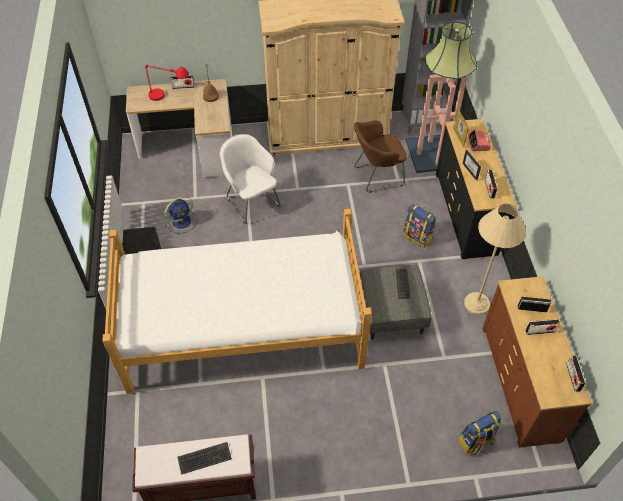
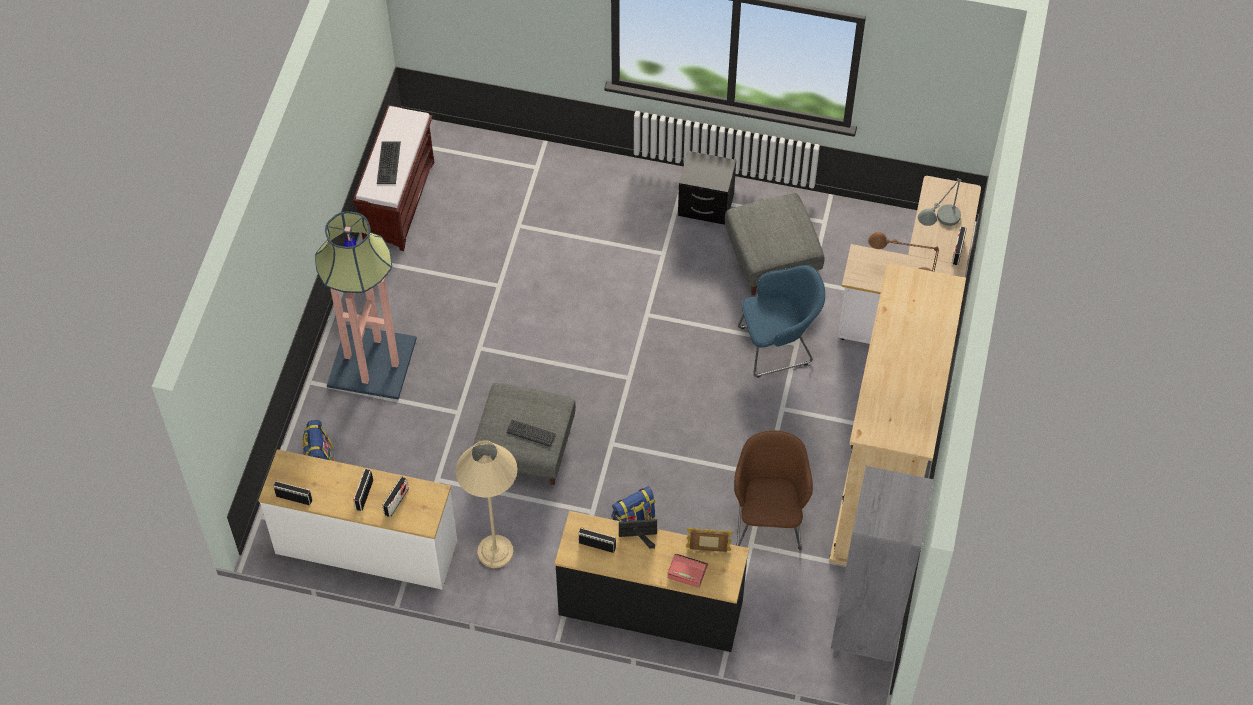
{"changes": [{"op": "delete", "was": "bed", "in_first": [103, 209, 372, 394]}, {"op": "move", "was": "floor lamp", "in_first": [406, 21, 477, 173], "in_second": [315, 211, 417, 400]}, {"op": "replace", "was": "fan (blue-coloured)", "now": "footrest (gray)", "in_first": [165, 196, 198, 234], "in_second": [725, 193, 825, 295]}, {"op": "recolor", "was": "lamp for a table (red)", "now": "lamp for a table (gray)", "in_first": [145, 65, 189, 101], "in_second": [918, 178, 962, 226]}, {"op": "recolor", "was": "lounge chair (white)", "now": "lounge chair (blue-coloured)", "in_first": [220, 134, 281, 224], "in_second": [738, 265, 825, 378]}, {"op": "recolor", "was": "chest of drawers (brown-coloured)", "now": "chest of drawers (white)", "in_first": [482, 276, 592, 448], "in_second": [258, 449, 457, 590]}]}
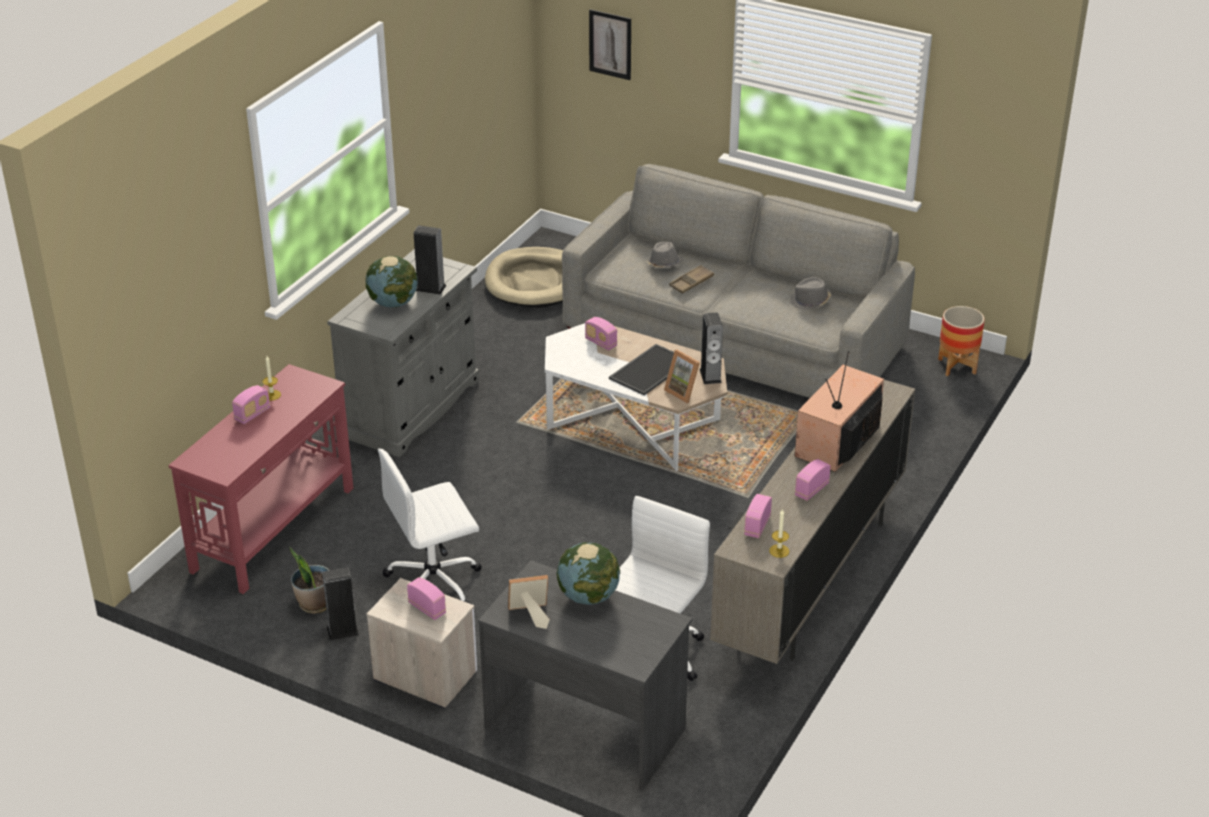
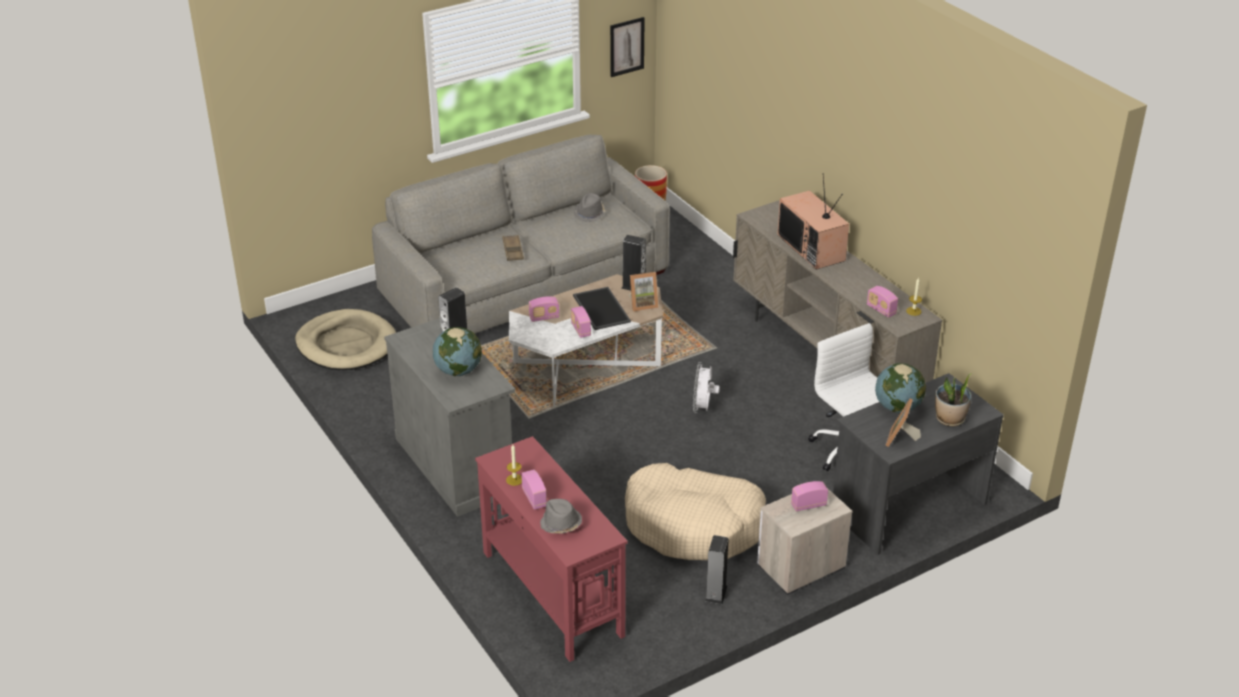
{"changes": [{"op": "insert", "now": "fan (white)", "in_second": [693, 362, 720, 413]}, {"op": "move", "was": "plant in a pot", "in_first": [289, 547, 330, 614], "in_second": [935, 374, 971, 426]}, {"op": "move", "was": "wall art", "in_first": [589, 9, 631, 80], "in_second": [610, 17, 645, 77]}, {"op": "move", "was": "hat (gray)", "in_first": [646, 242, 683, 268], "in_second": [540, 499, 582, 534]}, {"op": "move", "was": "radio receiver", "in_first": [795, 459, 831, 501], "in_second": [571, 306, 591, 338]}, {"op": "replace", "was": "office chair (white)", "now": "dog cushion (sand-coloured)", "in_first": [378, 448, 482, 604], "in_second": [625, 463, 766, 560]}]}
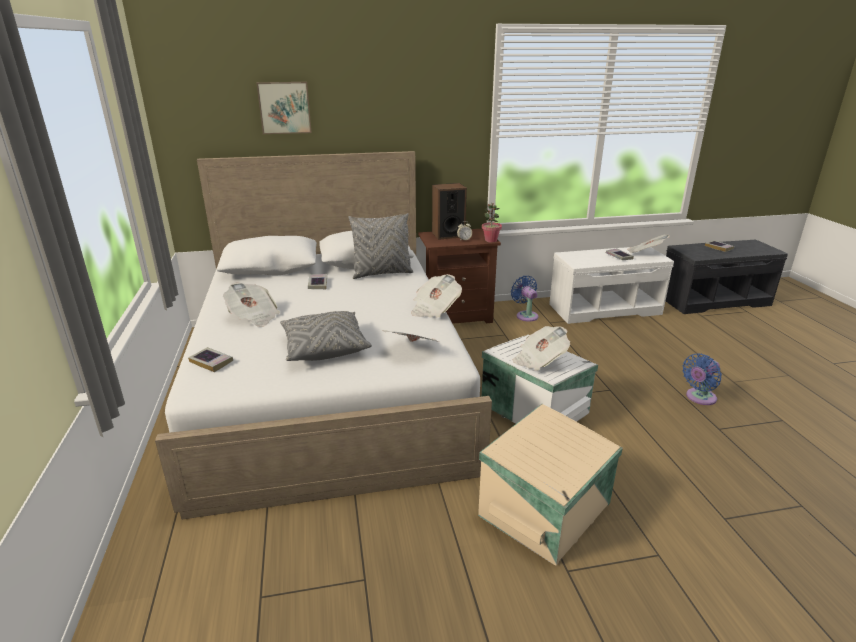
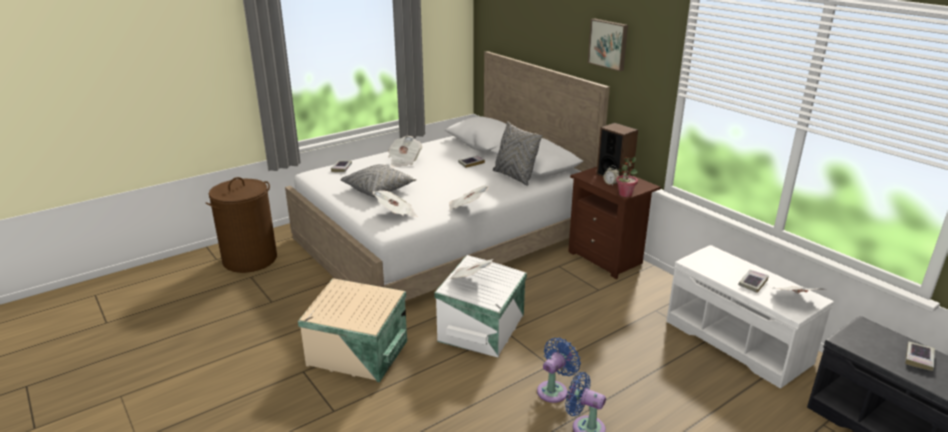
{"changes": [{"op": "insert", "now": "washing basket (brown-coloured)", "in_second": [205, 177, 277, 273]}, {"op": "move", "was": "wall art", "in_first": [257, 82, 312, 134], "in_second": [588, 19, 628, 71]}, {"op": "move", "was": "fan (blue-coloured)", "in_first": [511, 276, 538, 322], "in_second": [537, 338, 581, 403]}]}
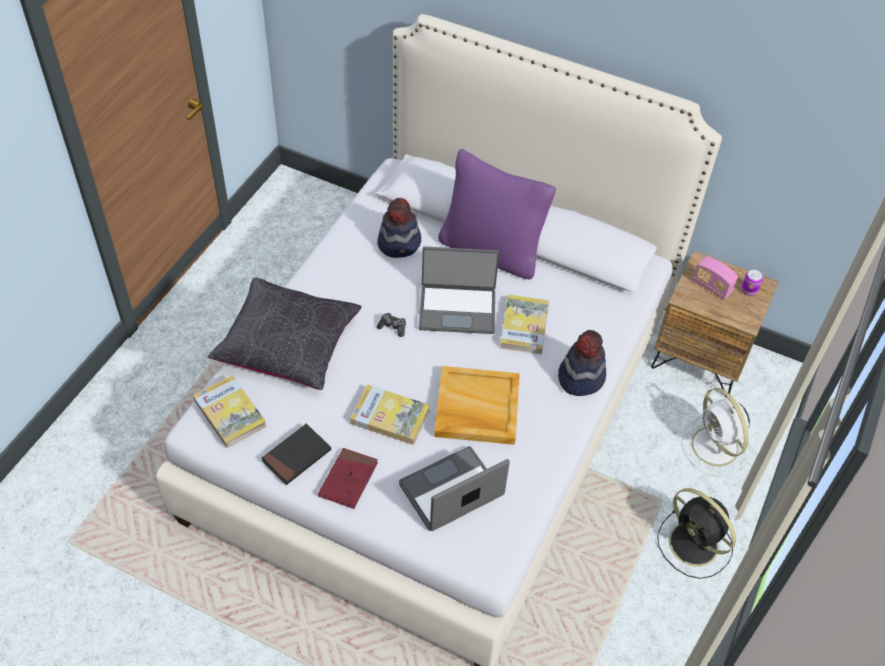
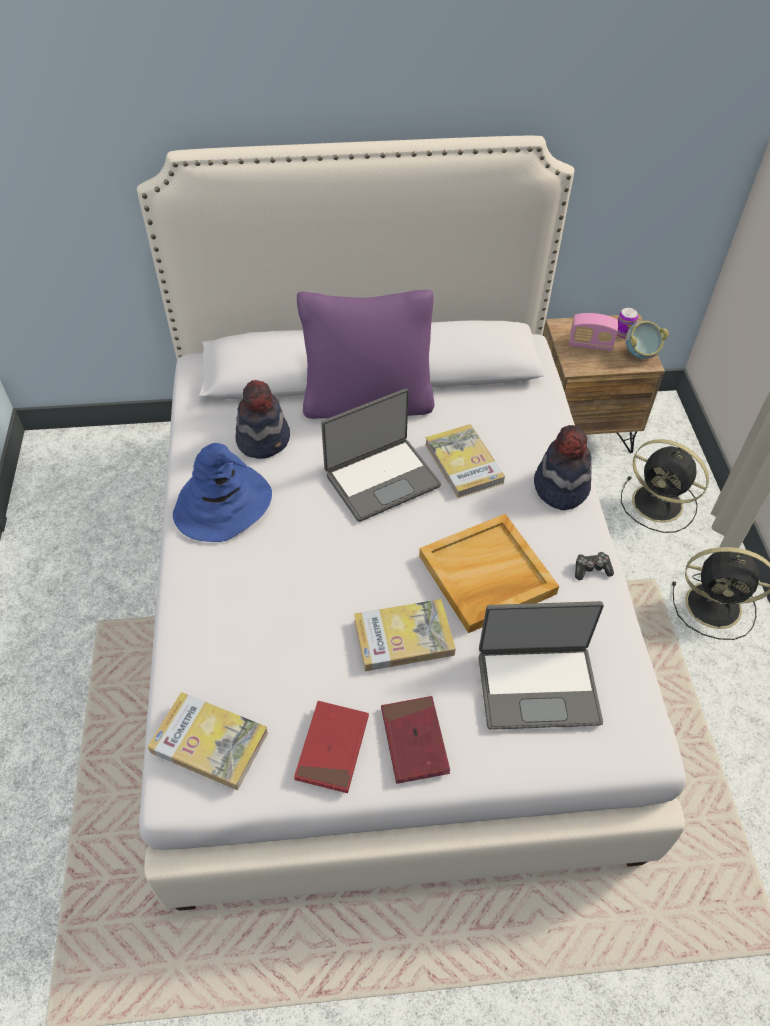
{"changes": [{"op": "delete", "was": "cushion (black)", "in_first": [208, 278, 362, 390]}, {"op": "insert", "now": "hat (blue-coloured)", "in_second": [173, 443, 272, 542]}, {"op": "insert", "now": "deep dish", "in_second": [625, 321, 669, 359]}, {"op": "move", "was": "game controller", "in_first": [377, 313, 406, 337], "in_second": [575, 552, 614, 580]}, {"op": "recolor", "was": "volume (black)", "now": "volume (red)", "in_first": [262, 424, 331, 485], "in_second": [294, 701, 369, 793]}, {"op": "recolor", "was": "fan (white)", "now": "fan (black)", "in_first": [681, 388, 752, 477], "in_second": [621, 439, 709, 533]}, {"op": "rotate", "was": "notebook computer", "in_first": [399, 446, 510, 531], "in_second": [479, 601, 604, 730], "clockwise": -120}]}
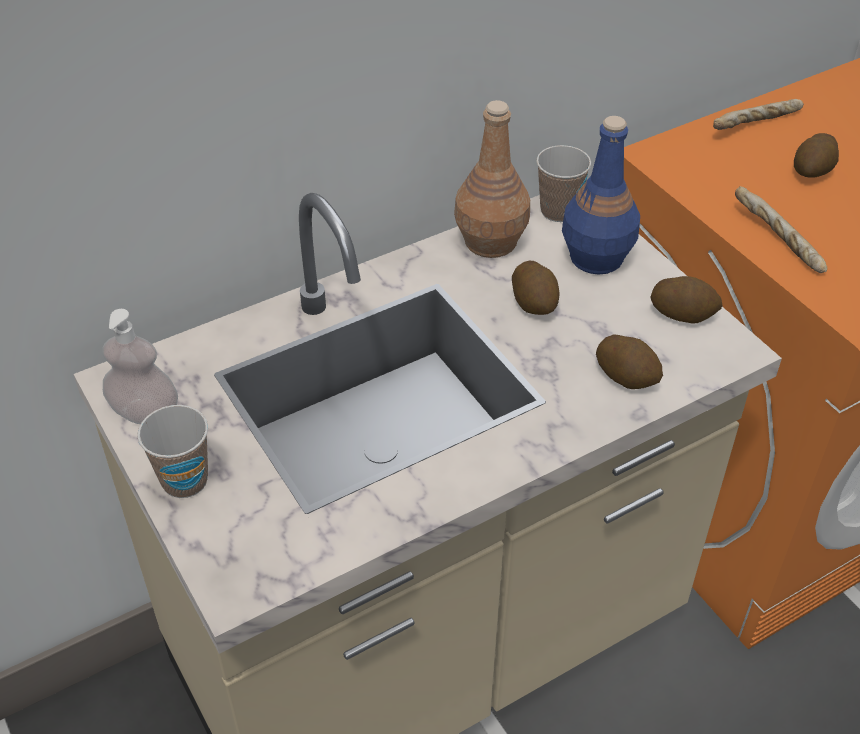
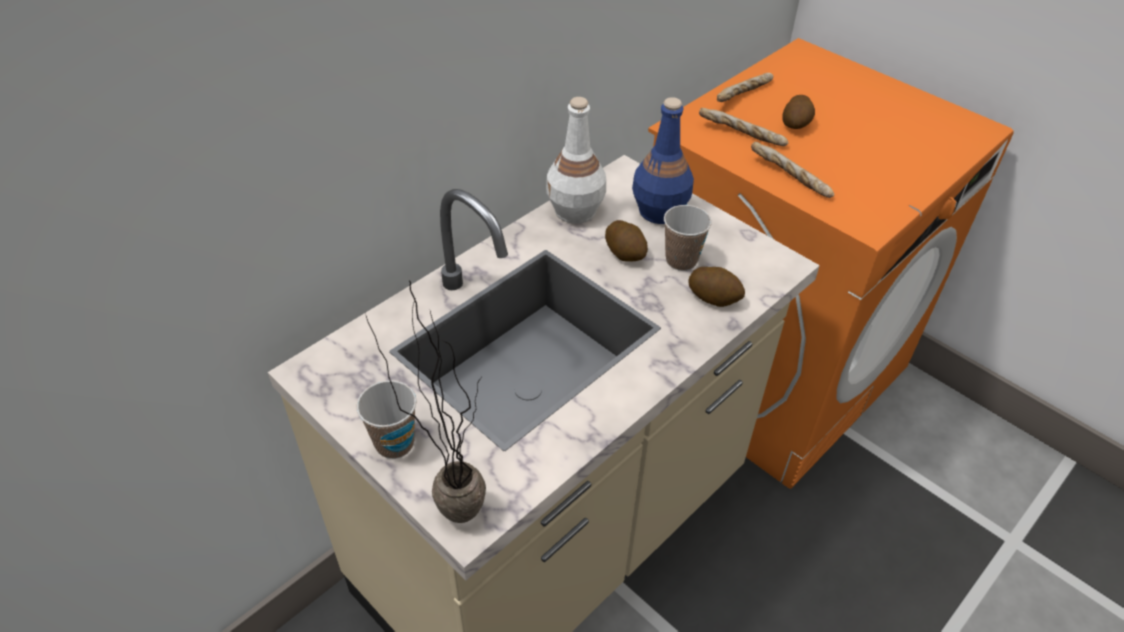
{"changes": [{"op": "delete", "was": "liquid soap bottle", "in_first": [102, 309, 178, 424]}, {"op": "delete", "was": "potato", "in_first": [650, 276, 723, 324]}, {"op": "insert", "now": "plant in a pot", "in_second": [365, 281, 486, 523]}, {"op": "insert", "now": "baked bread", "in_second": [699, 108, 789, 146]}, {"op": "move", "was": "small cup", "in_first": [537, 145, 591, 222], "in_second": [664, 205, 712, 271]}, {"op": "recolor", "was": "beverage bottle (brown-coloured)", "now": "beverage bottle (white)", "in_first": [454, 100, 530, 258], "in_second": [546, 97, 606, 224]}]}
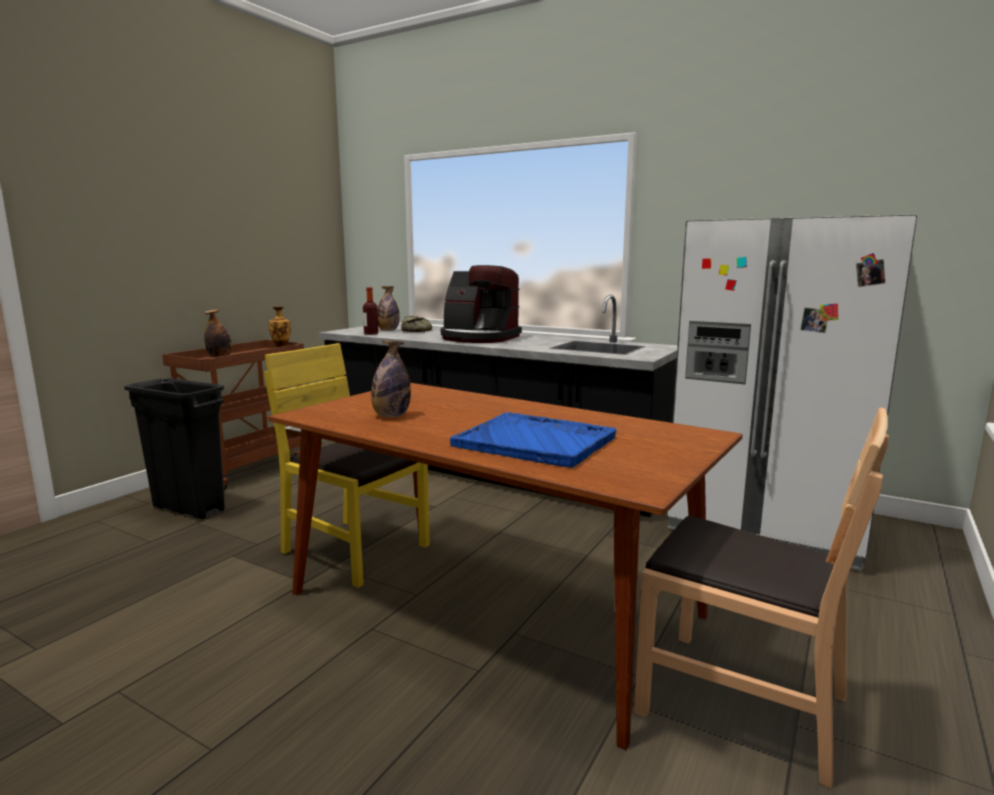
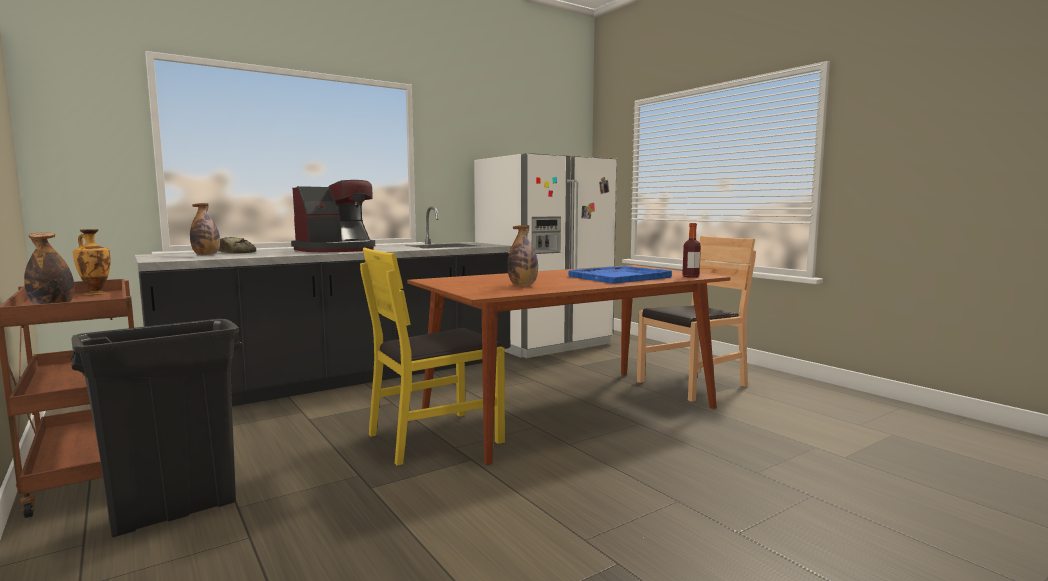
{"changes": [{"op": "move", "was": "beverage bottle", "in_first": [363, 287, 379, 335], "in_second": [682, 223, 701, 278]}]}
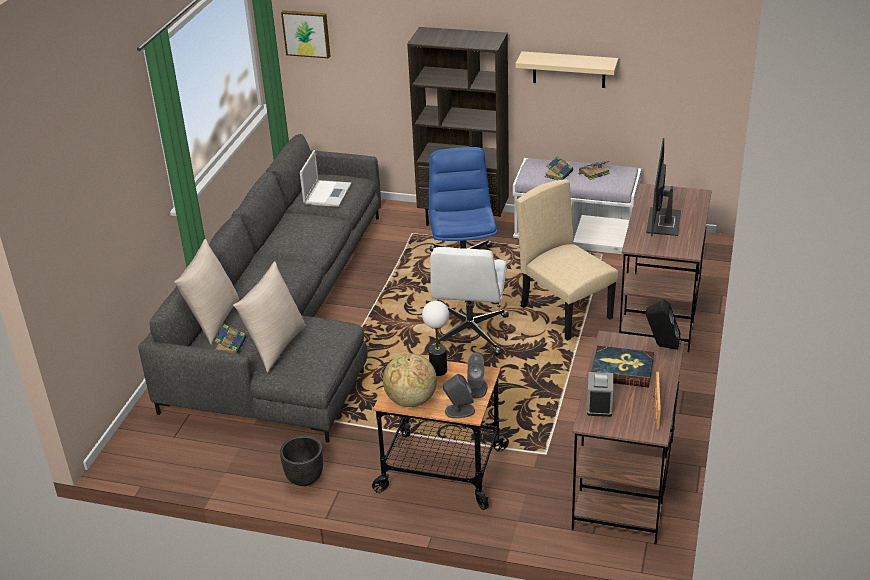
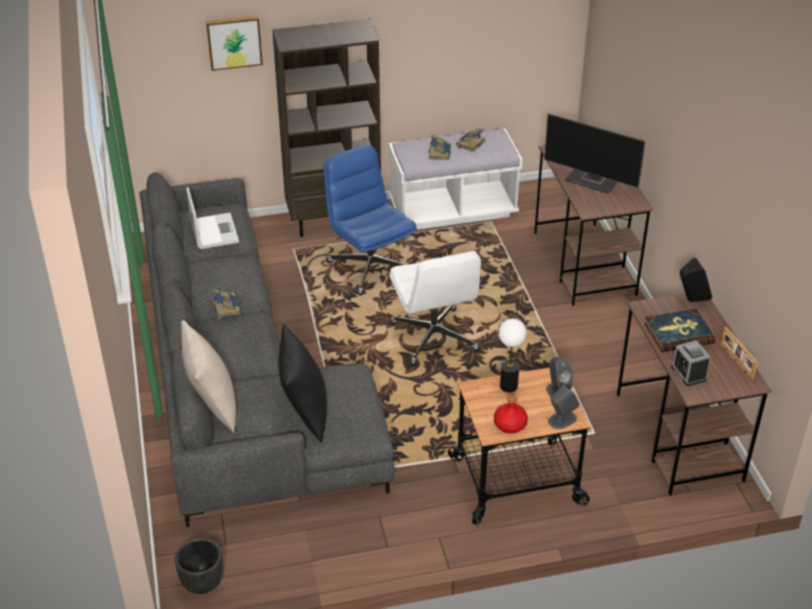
{"changes": [{"op": "delete", "was": "wall shelf (sand-coloured)", "in_first": [515, 51, 619, 88]}, {"op": "delete", "was": "upright chair (sand-coloured)", "in_first": [516, 179, 618, 341]}, {"op": "move", "was": "volume", "in_first": [215, 324, 246, 354], "in_second": [213, 289, 241, 319]}, {"op": "move", "was": "plant pot (black)", "in_first": [280, 436, 323, 486], "in_second": [175, 538, 223, 594]}, {"op": "move", "was": "wall art", "in_first": [281, 10, 330, 58], "in_second": [206, 16, 263, 71]}, {"op": "replace", "was": "world globe", "now": "beverage bottle (red)", "in_first": [383, 353, 437, 407], "in_second": [494, 396, 528, 433]}, {"op": "recolor", "was": "cushion (sand-coloured)", "now": "cushion (black)", "in_first": [233, 262, 306, 372], "in_second": [278, 324, 327, 443]}, {"op": "rotate", "was": "computer screen", "in_first": [646, 138, 681, 237], "in_second": [544, 114, 645, 194], "clockwise": -45}]}
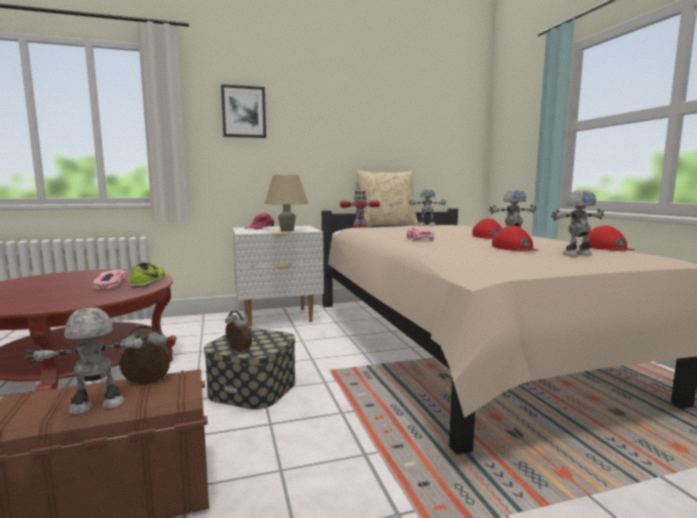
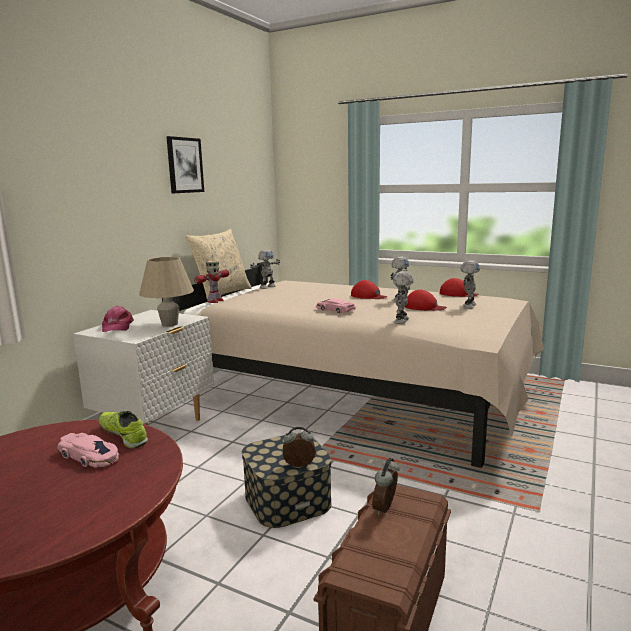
{"changes": [{"op": "move", "was": "robot figure", "in_first": [25, 308, 150, 415], "in_second": [393, 271, 414, 324]}, {"op": "move", "was": "wall art", "in_first": [221, 84, 266, 138], "in_second": [166, 136, 204, 193]}]}
